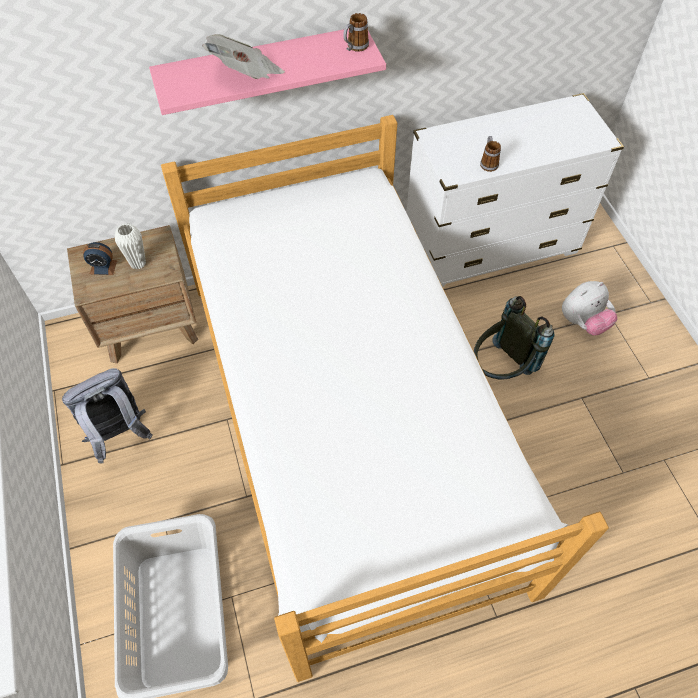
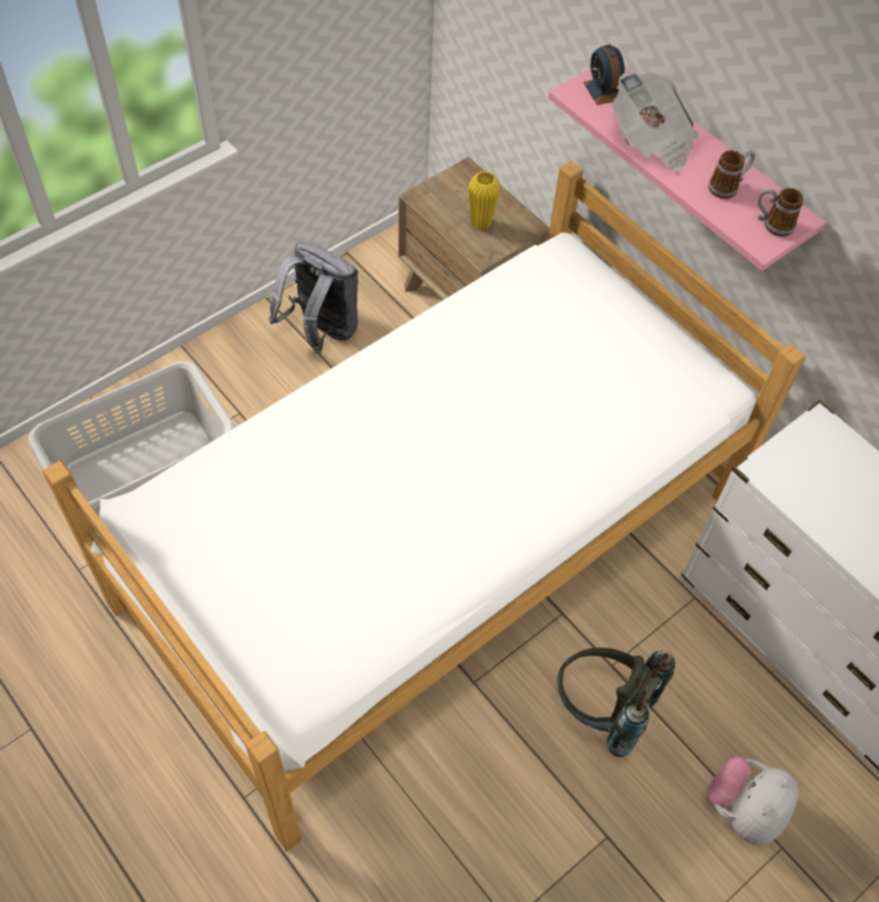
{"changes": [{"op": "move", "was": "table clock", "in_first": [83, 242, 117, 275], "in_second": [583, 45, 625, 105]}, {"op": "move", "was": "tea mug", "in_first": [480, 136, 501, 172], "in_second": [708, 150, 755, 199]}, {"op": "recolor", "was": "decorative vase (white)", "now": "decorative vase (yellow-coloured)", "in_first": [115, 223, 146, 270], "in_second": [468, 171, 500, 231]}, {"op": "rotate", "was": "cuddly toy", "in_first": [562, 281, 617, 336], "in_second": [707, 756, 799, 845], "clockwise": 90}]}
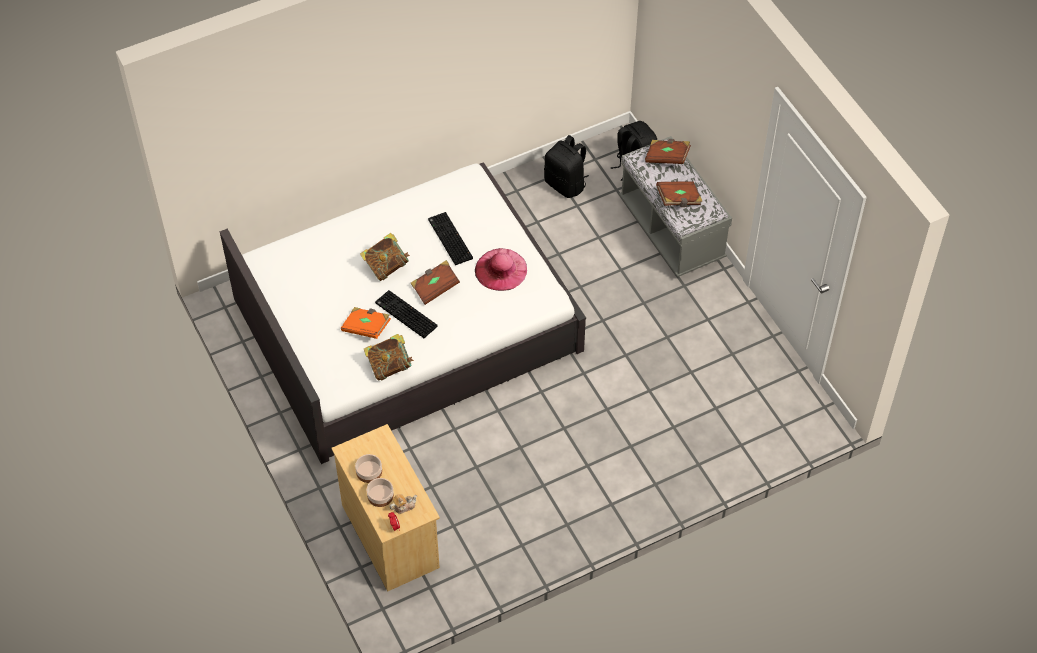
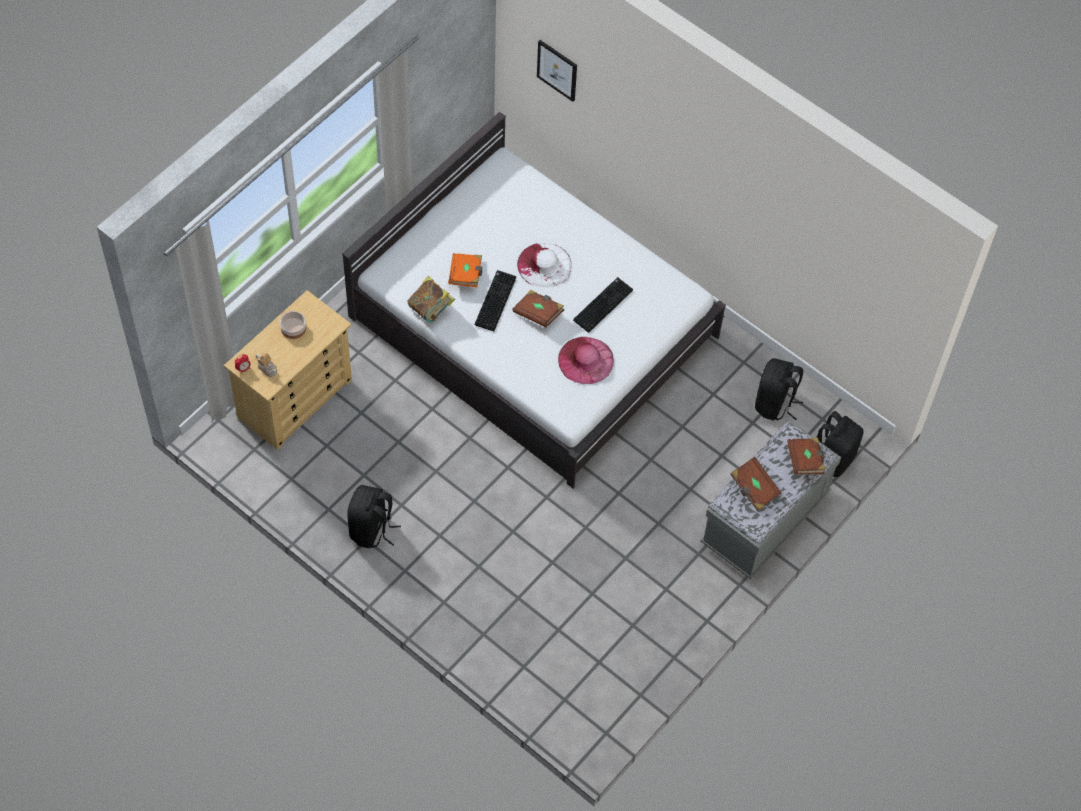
{"changes": [{"op": "delete", "was": "deep dish", "in_first": [367, 478, 394, 507]}, {"op": "insert", "now": "backpack (black)", "in_second": [347, 485, 401, 548]}, {"op": "insert", "now": "wall art", "in_second": [537, 40, 577, 102]}, {"op": "replace", "was": "volume", "now": "hat (white)", "in_first": [360, 233, 410, 281], "in_second": [517, 243, 572, 288]}]}
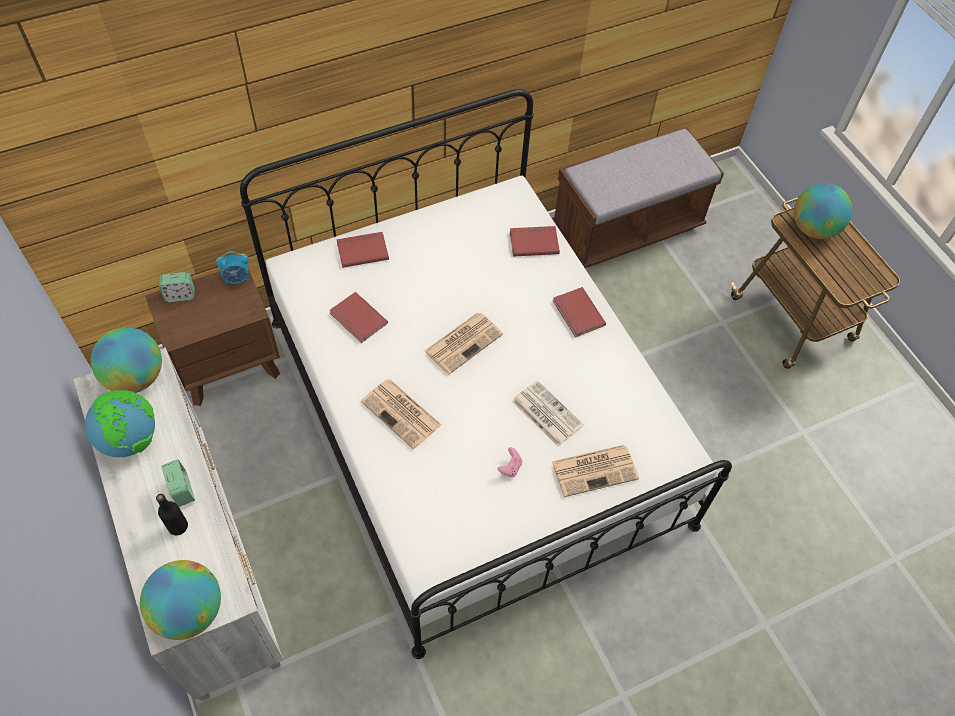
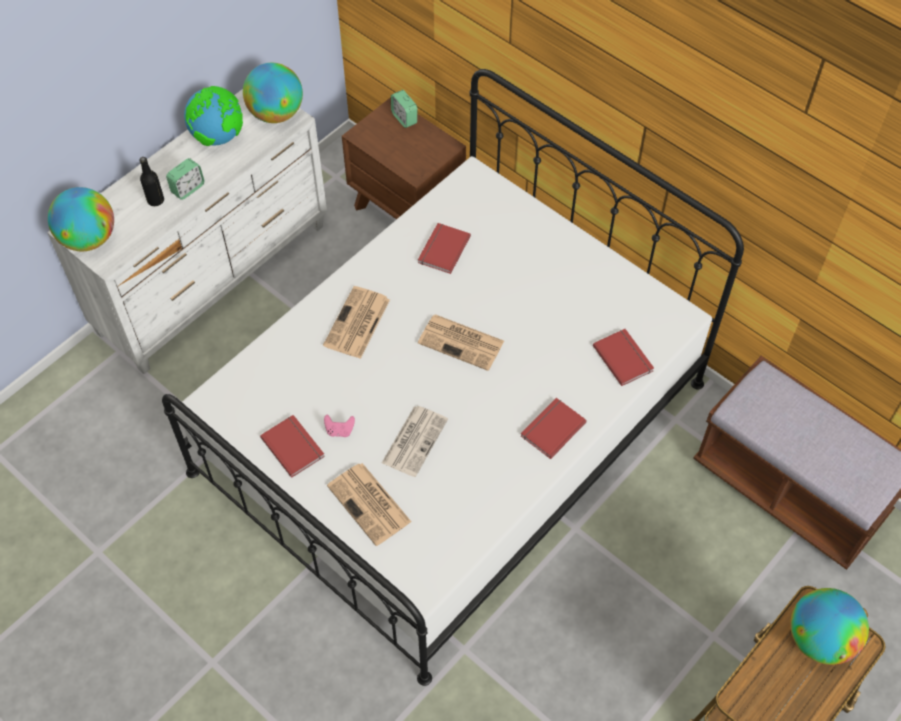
{"changes": [{"op": "delete", "was": "table clock", "in_first": [216, 251, 249, 285]}, {"op": "move", "was": "volume (red)", "in_first": [336, 232, 389, 268], "in_second": [260, 415, 325, 477]}]}
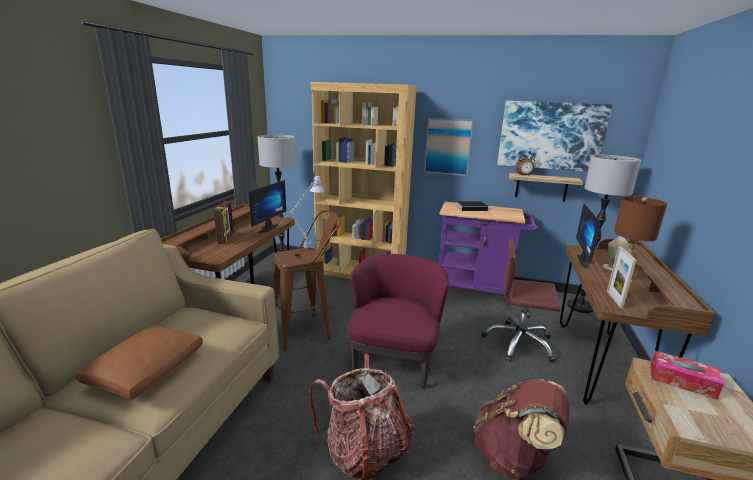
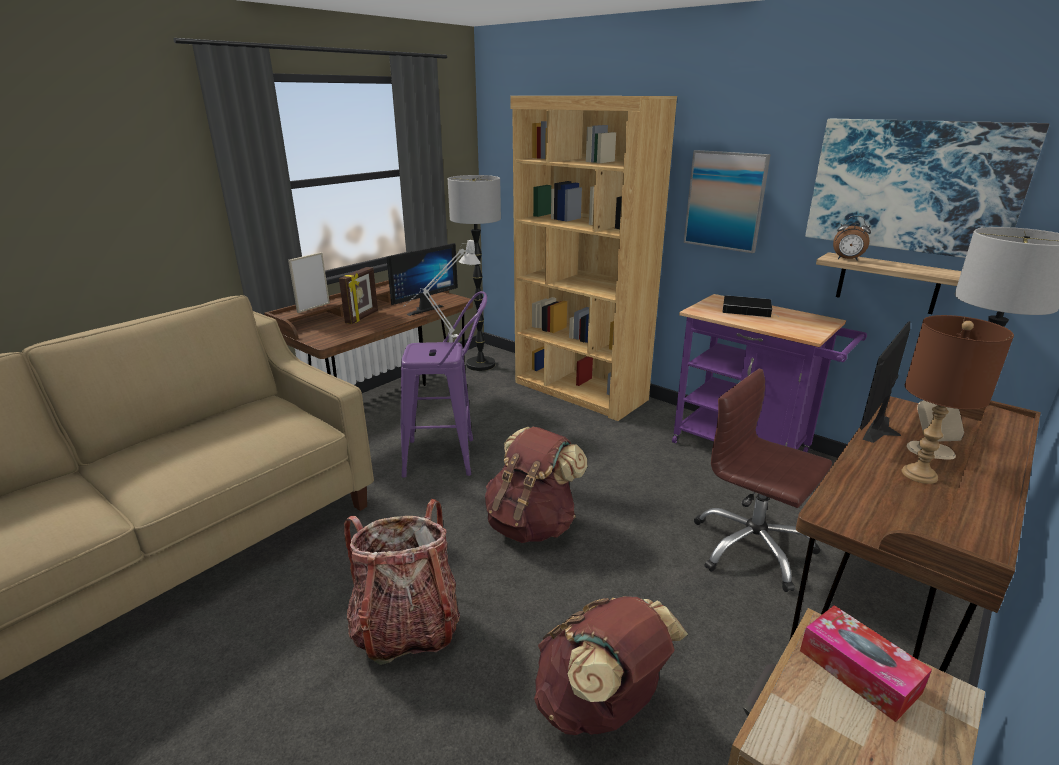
{"changes": [{"op": "delete", "was": "cushion (brown-coloured)", "in_first": [76, 325, 203, 400]}, {"op": "move", "was": "photo frame", "in_first": [607, 246, 637, 309], "in_second": [288, 252, 330, 313]}, {"op": "replace", "was": "lounge chair (purple-coloured)", "now": "backpack (brown-coloured)", "in_first": [347, 254, 449, 389], "in_second": [485, 427, 587, 543]}, {"op": "recolor", "was": "sitting stool (brown-coloured)", "now": "sitting stool (purple-coloured)", "in_first": [273, 210, 341, 351], "in_second": [401, 291, 487, 478]}]}
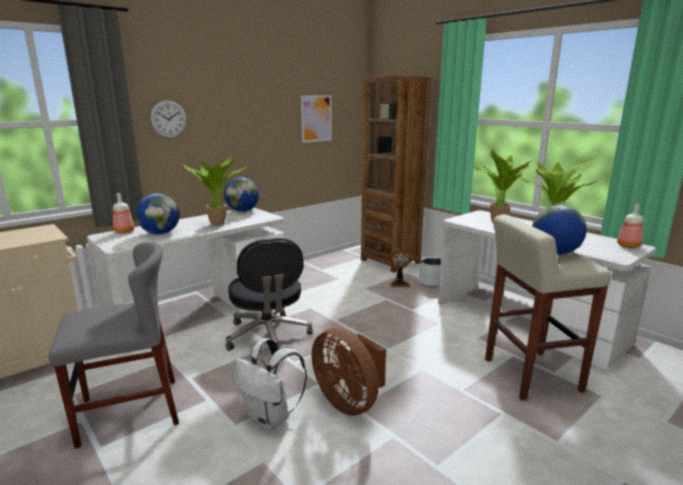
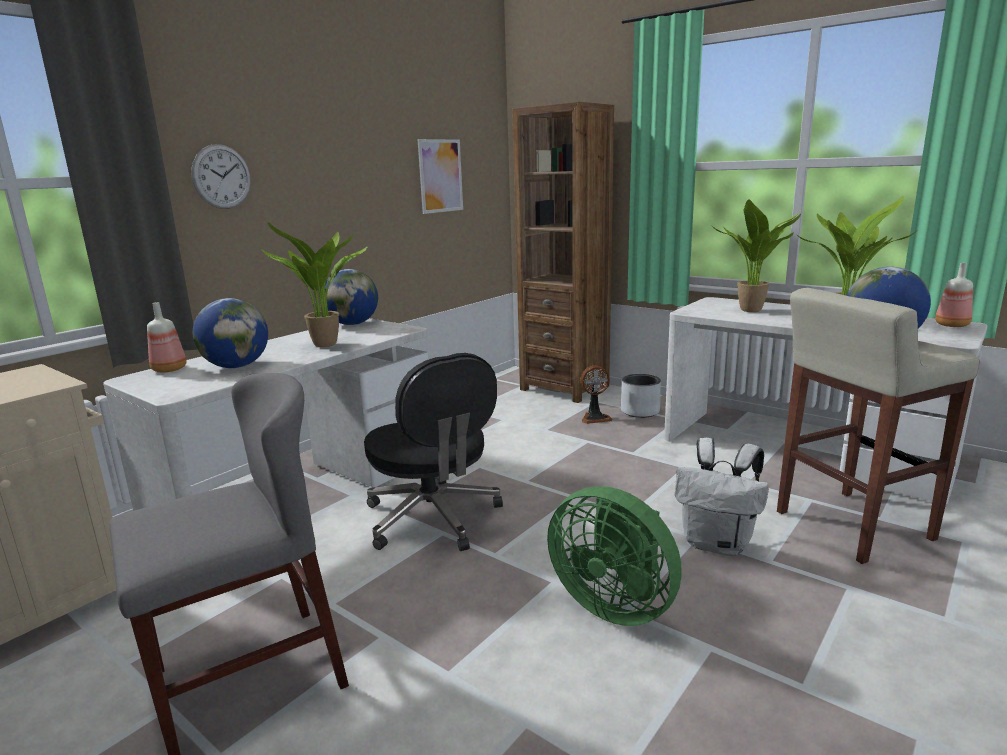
{"changes": [{"op": "move", "was": "backpack (white)", "in_first": [234, 338, 307, 430], "in_second": [675, 438, 769, 556]}, {"op": "recolor", "was": "fan (brown-coloured)", "now": "fan (green)", "in_first": [312, 328, 386, 416], "in_second": [547, 486, 682, 626]}]}
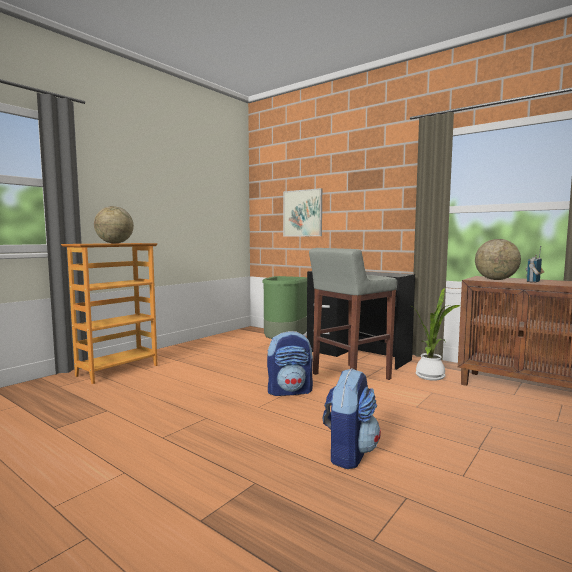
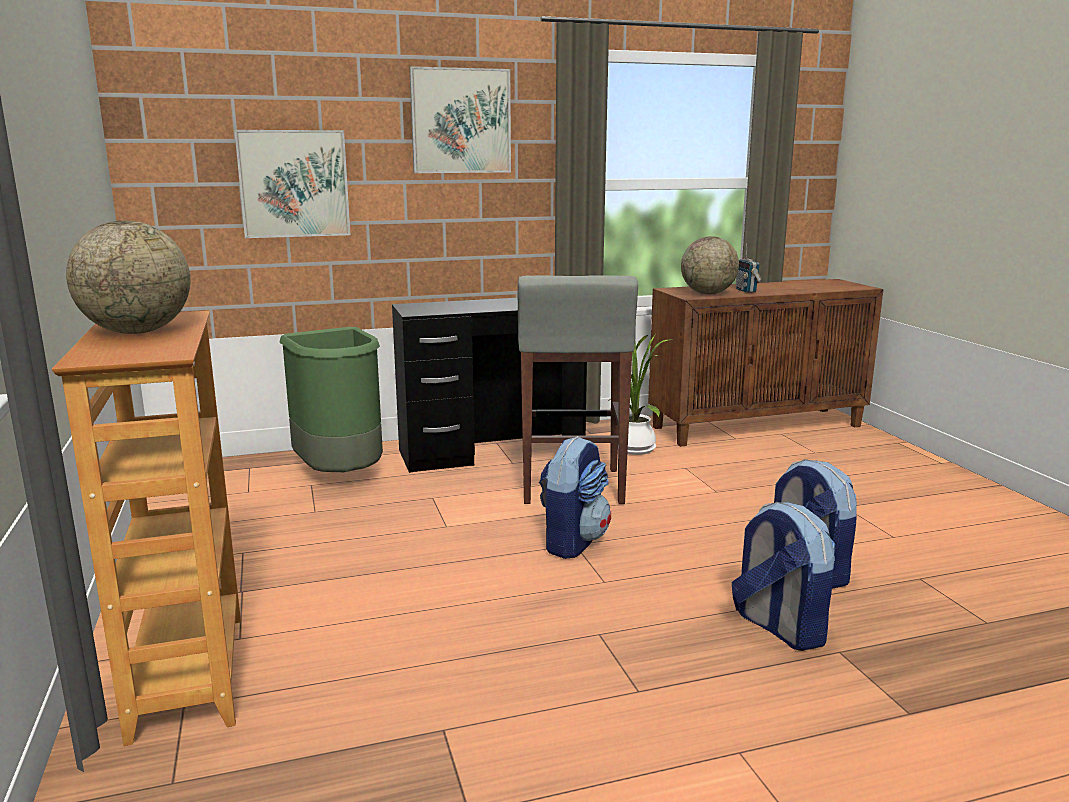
{"changes": [{"op": "insert", "now": "wall art", "in_second": [409, 66, 511, 173]}, {"op": "insert", "now": "backpack", "in_second": [732, 502, 835, 651]}]}
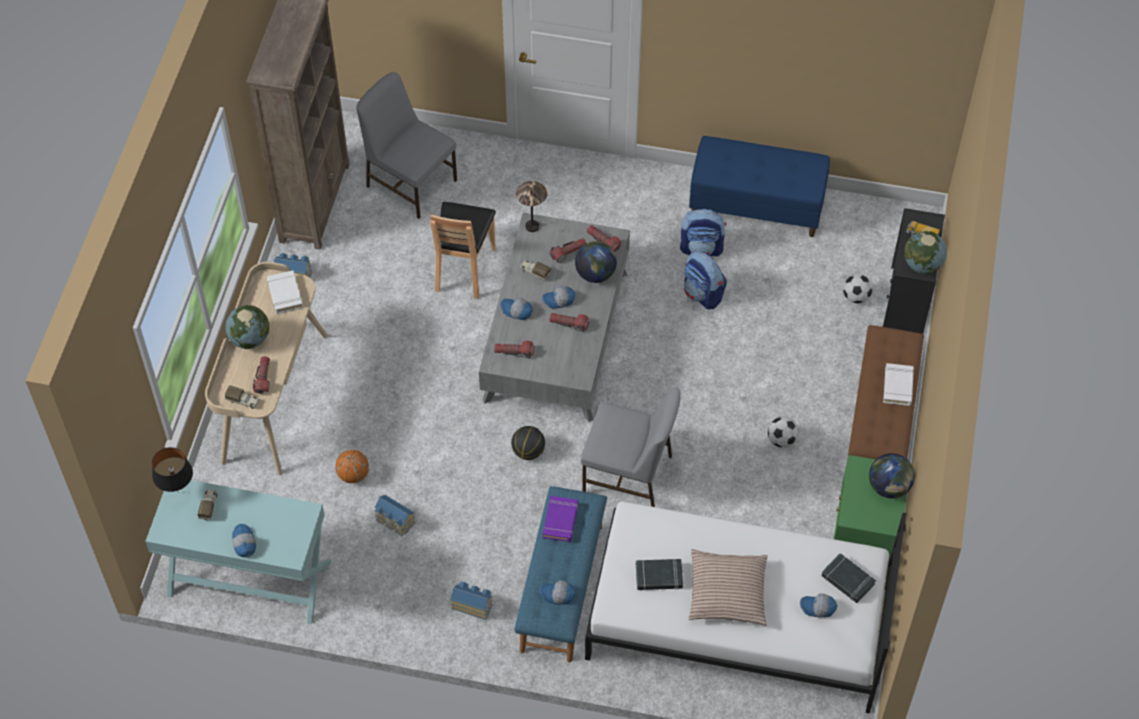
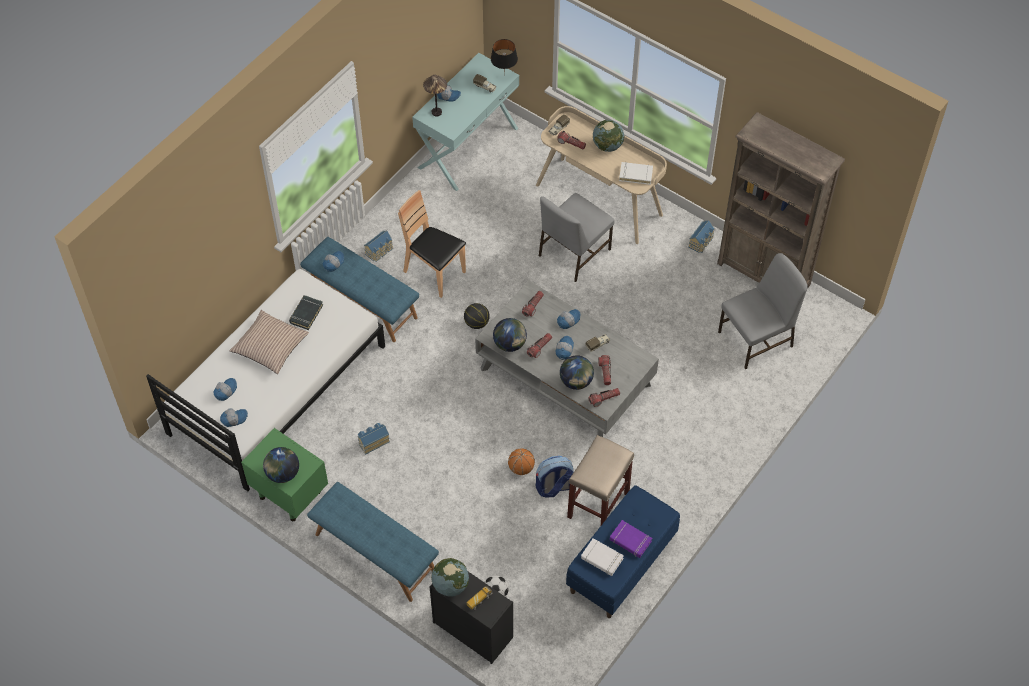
{"changes": [{"op": "delete", "was": "football ball", "in_first": [768, 417, 799, 448]}, {"op": "insert", "now": "world globe", "in_second": [493, 318, 527, 352]}, {"op": "move", "was": "basketball", "in_first": [335, 450, 369, 483], "in_second": [508, 448, 535, 475]}, {"op": "move", "was": "toy house", "in_first": [375, 495, 416, 536], "in_second": [358, 423, 390, 455]}, {"op": "move", "was": "upright chair (brown-coloured)", "in_first": [430, 202, 496, 299], "in_second": [398, 190, 466, 298]}, {"op": "move", "was": "lamp for a table", "in_first": [516, 181, 547, 232], "in_second": [423, 75, 447, 117]}, {"op": "move", "was": "volume (purple-coloured)", "in_first": [543, 496, 578, 542], "in_second": [610, 520, 652, 558]}, {"op": "move", "was": "upright chair (gray)", "in_first": [581, 387, 680, 507], "in_second": [539, 193, 614, 282]}, {"op": "move", "was": "volume (white)", "in_first": [883, 363, 914, 406], "in_second": [581, 538, 624, 576]}, {"op": "replace", "was": "backpack", "now": "sitting stool (sand-coloured)", "in_first": [680, 209, 726, 257], "in_second": [567, 435, 634, 525]}, {"op": "replace", "was": "volume (black)", "now": "peaked cap", "in_first": [821, 553, 876, 603], "in_second": [220, 408, 248, 427]}, {"op": "recolor", "was": "long seat (brown-coloured)", "now": "long seat (blue-coloured)", "in_first": [848, 325, 924, 459], "in_second": [307, 482, 439, 602]}]}
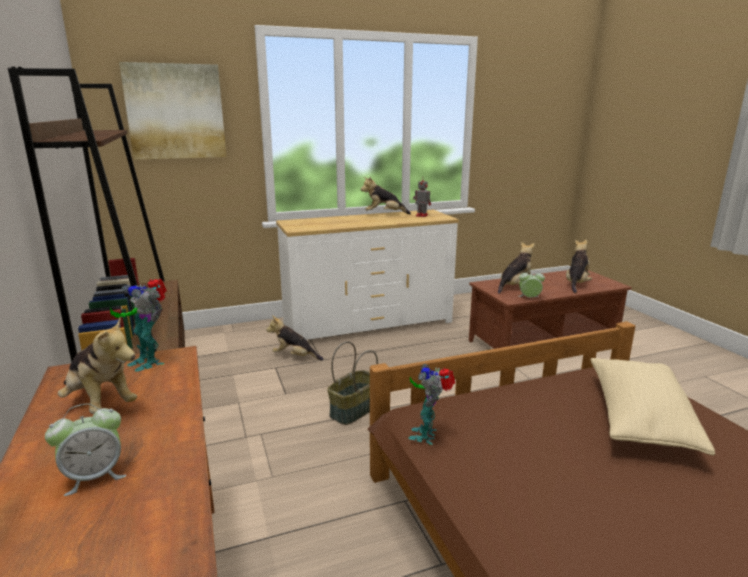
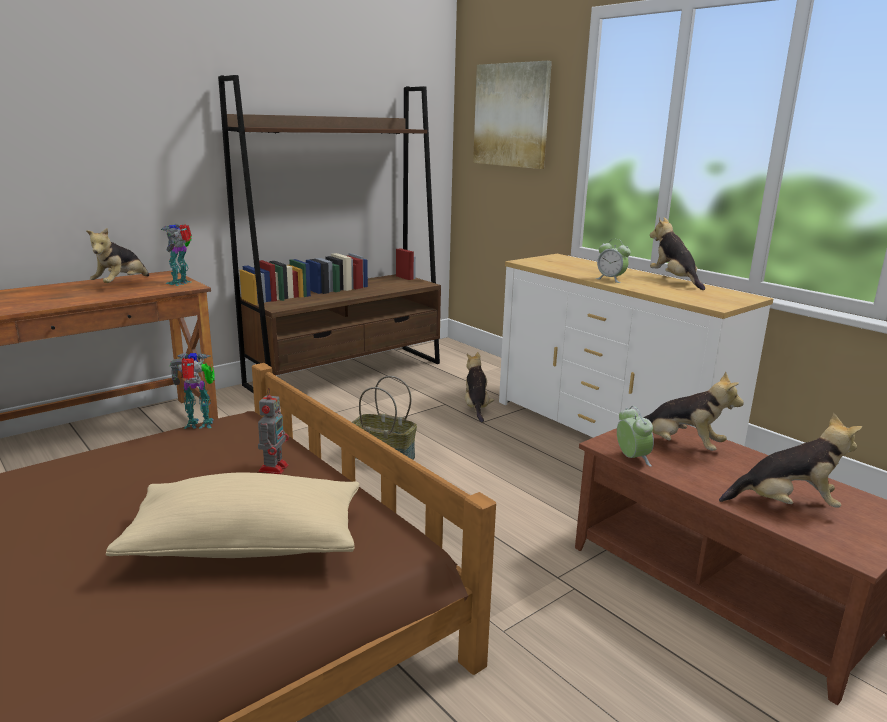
{"changes": [{"op": "move", "was": "table clock", "in_first": [45, 404, 127, 496], "in_second": [595, 239, 631, 283]}, {"op": "move", "was": "robot figure", "in_first": [413, 179, 431, 217], "in_second": [258, 388, 289, 474]}]}
